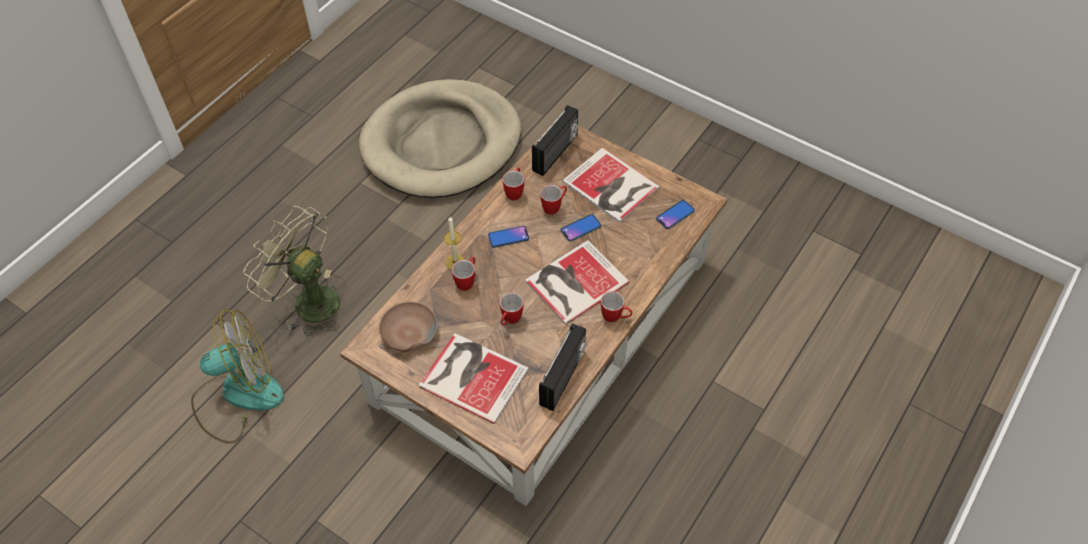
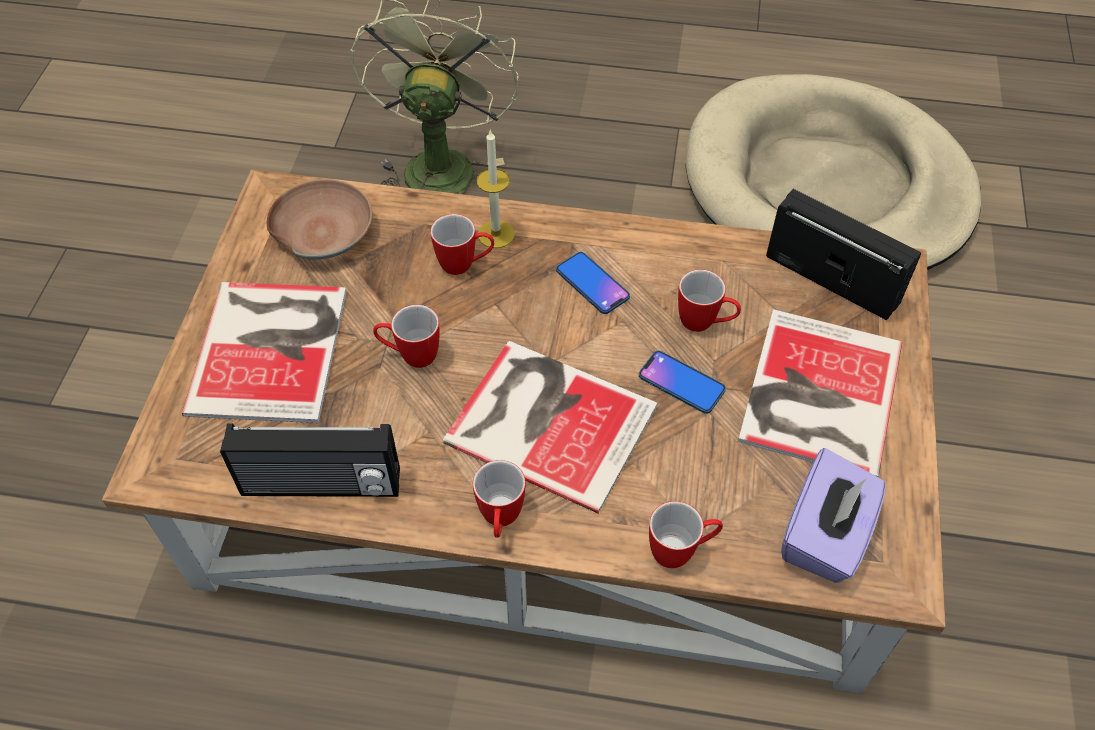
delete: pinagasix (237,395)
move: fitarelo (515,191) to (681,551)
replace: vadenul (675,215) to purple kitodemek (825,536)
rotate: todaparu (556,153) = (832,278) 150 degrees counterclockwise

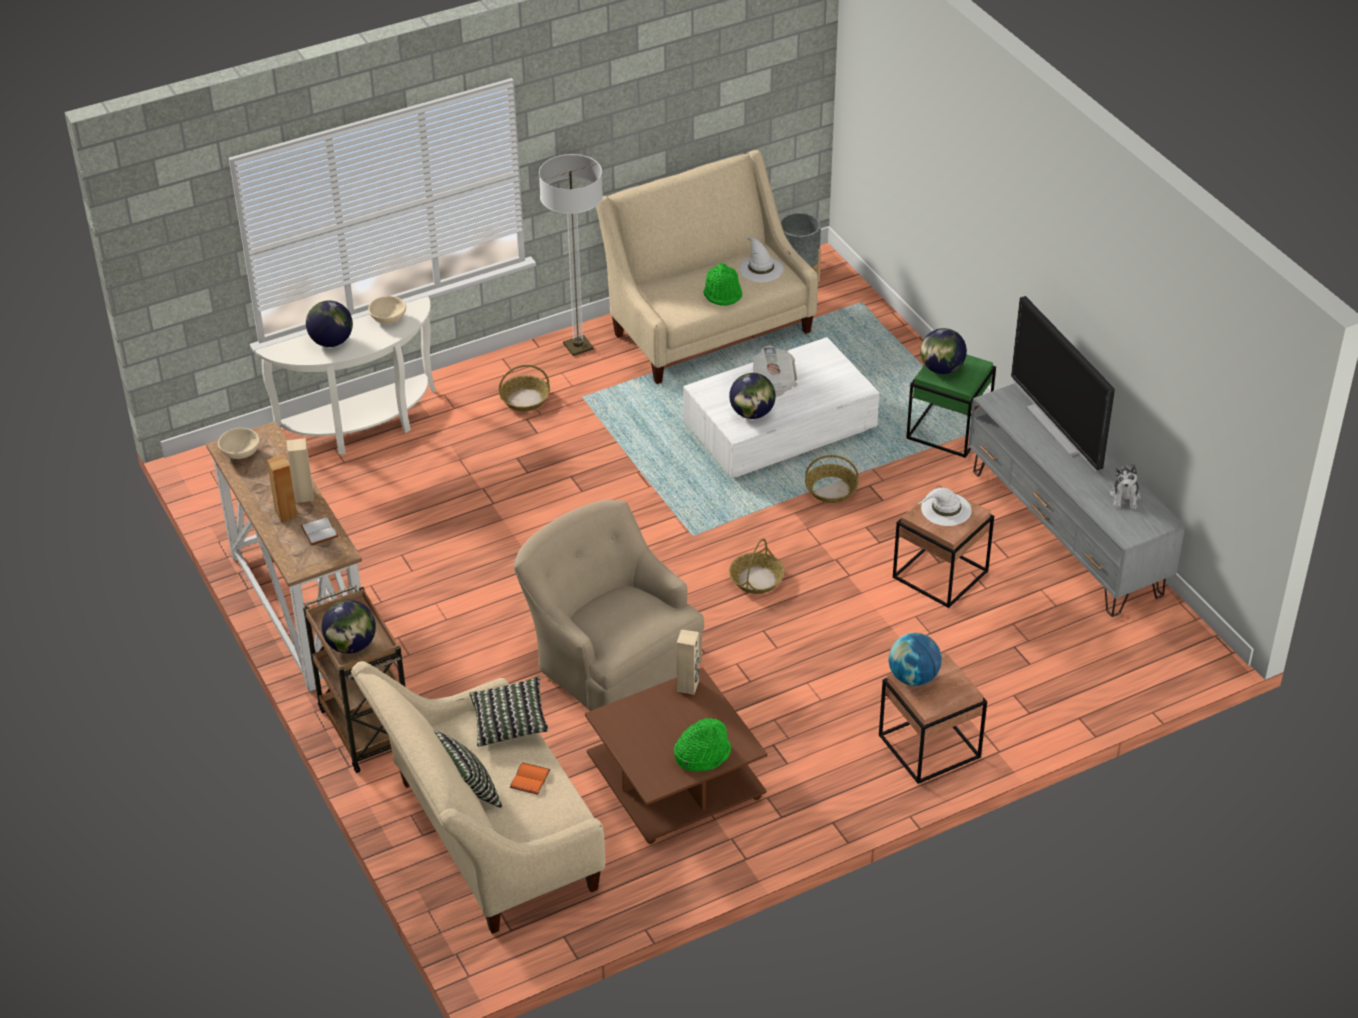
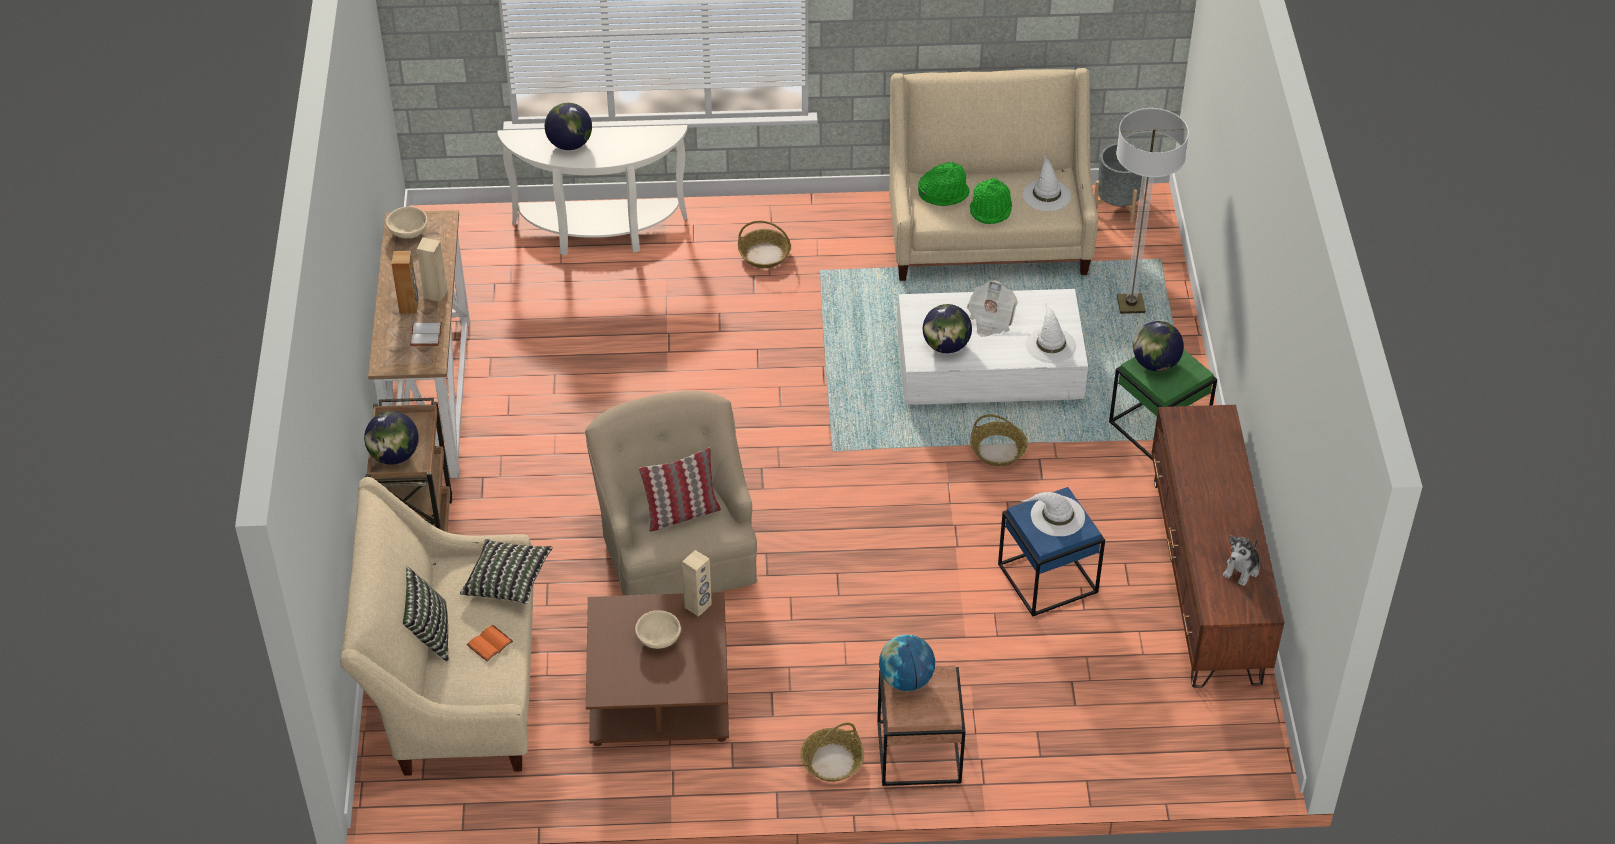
delete: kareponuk (1059,428)
insert: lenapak (681,514); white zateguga (1050,344)
move: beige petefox (389,318) to (659,638); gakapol (578,346) to (1130,305); green zateguga (702,754) to (943,193); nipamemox (756,579) to (832,761)
recolor: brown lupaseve (940,575) to blue lupaseve (1047,579); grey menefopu (1066,532) to brown menefopu (1206,580)

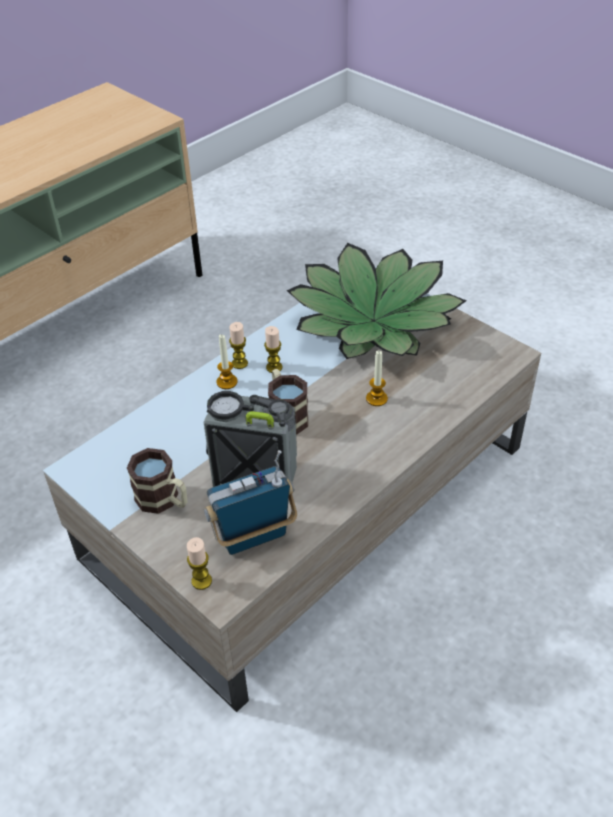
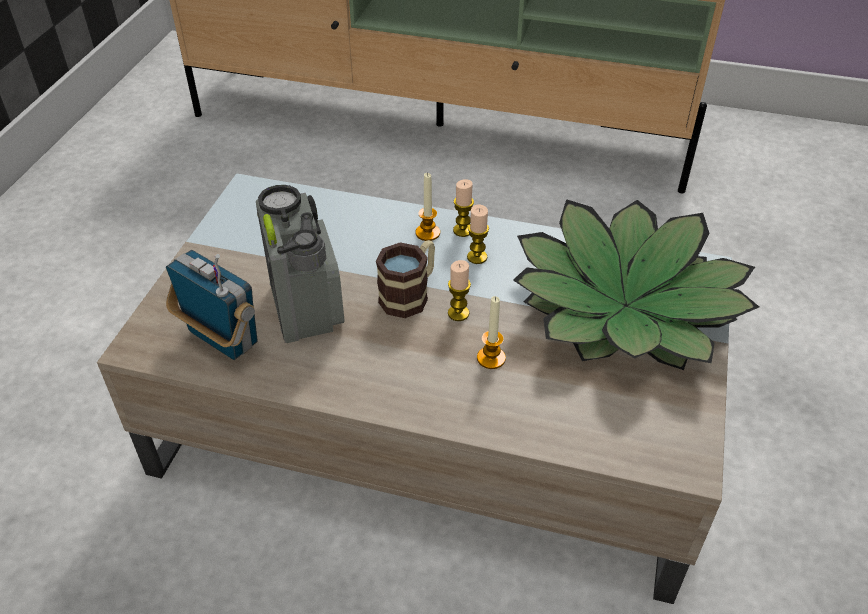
delete: fitarelo (164,500)
move: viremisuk (201,581) to (458,313)

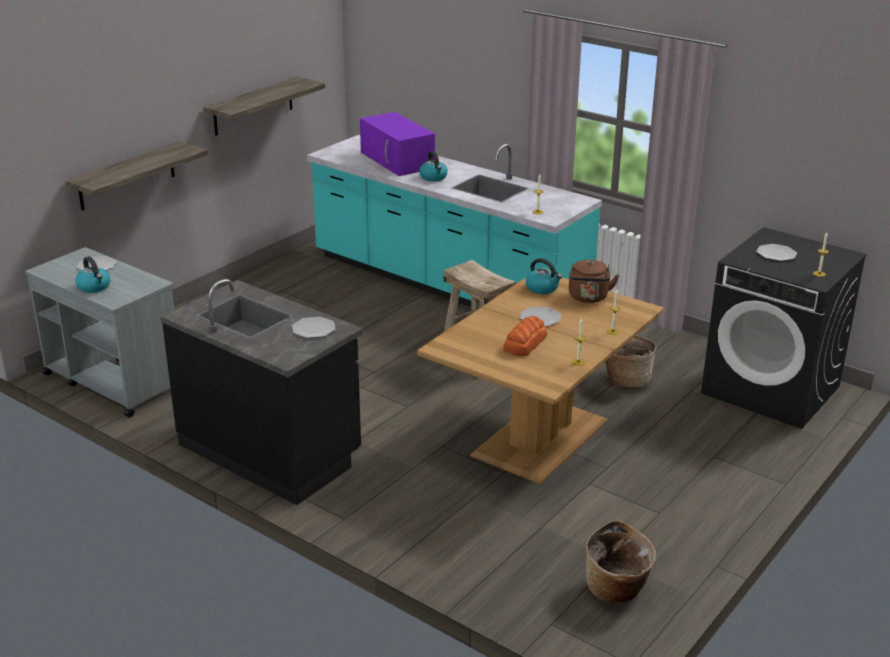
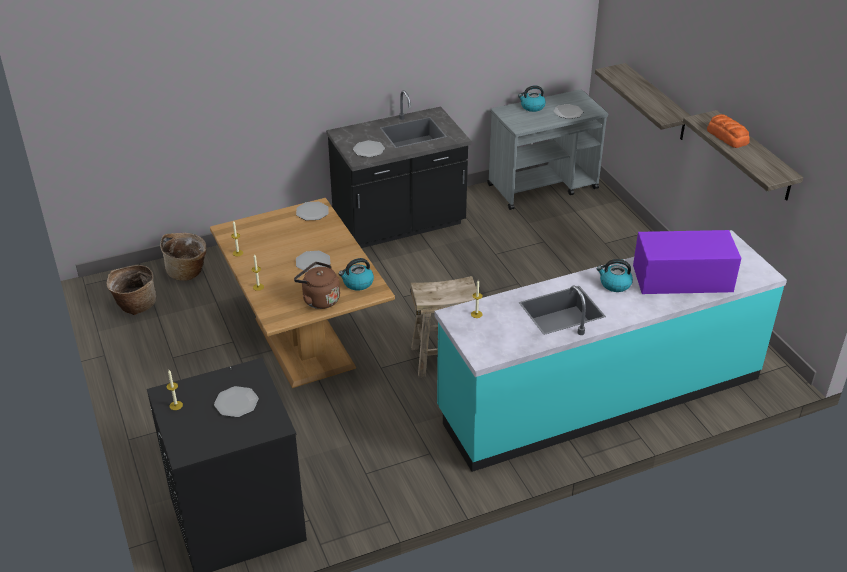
insert: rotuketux (312,212)
move: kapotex (524,343) to (727,136); nipamemox (626,379) to (188,271)

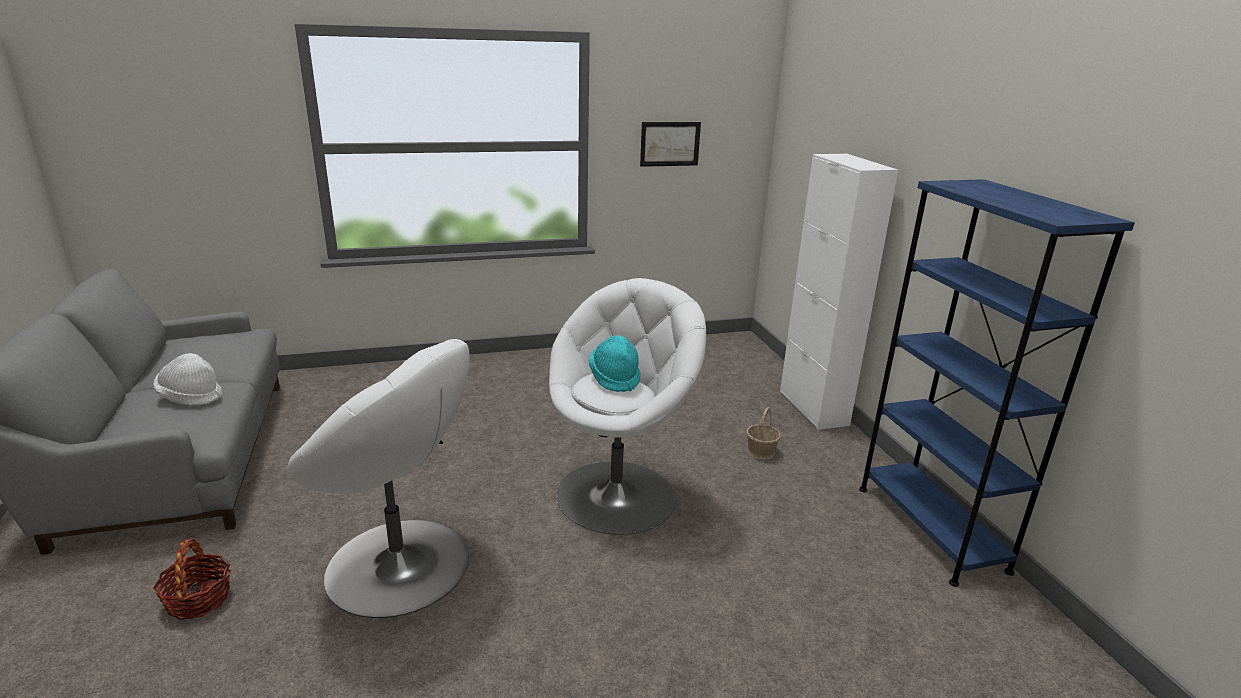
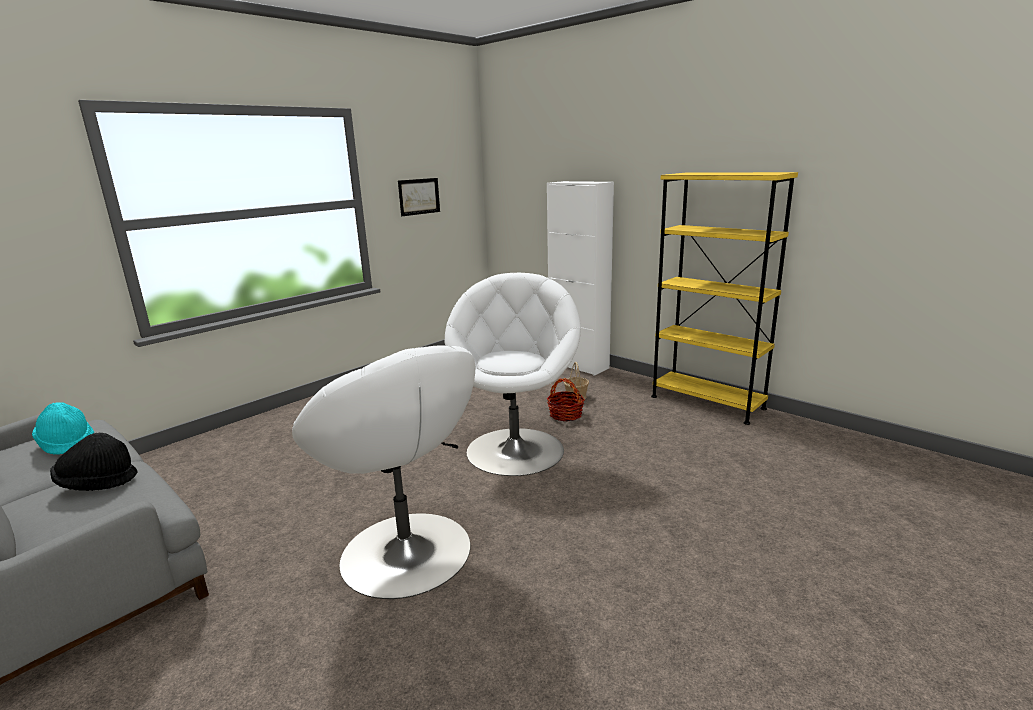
move: nipamemox (198,599) to (565,414); turquoise zateguga (615,378) to (67,443)
recolor: white zateguga (191,396) to black zateguga (98,483); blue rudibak (930,528) to yellow rudibak (707,402)
rotate: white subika (400,566) = (406,554) 60 degrees clockwise

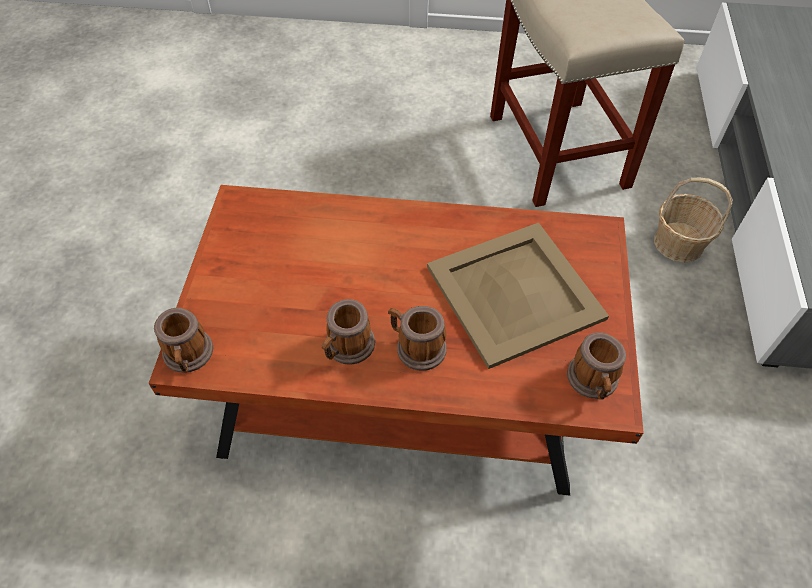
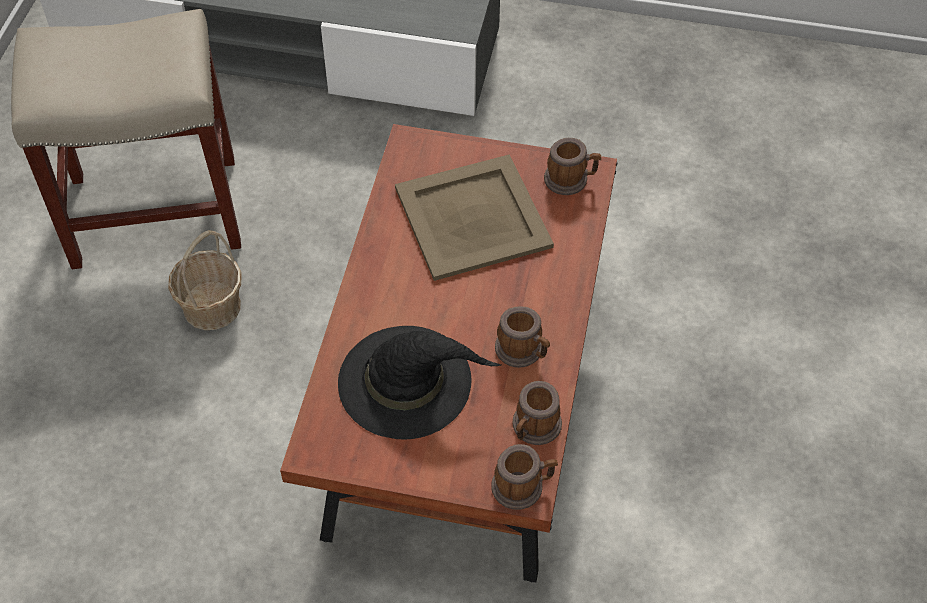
insert: black zateguga (407,381)
move: fitarelo (416,347) to (533,428); nipamemox (678,243) to (211,306)

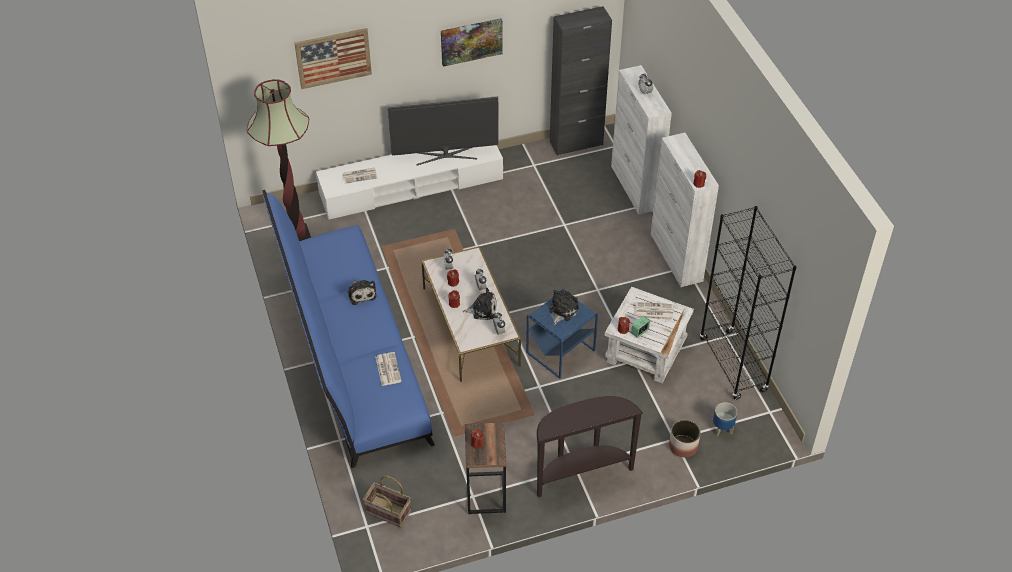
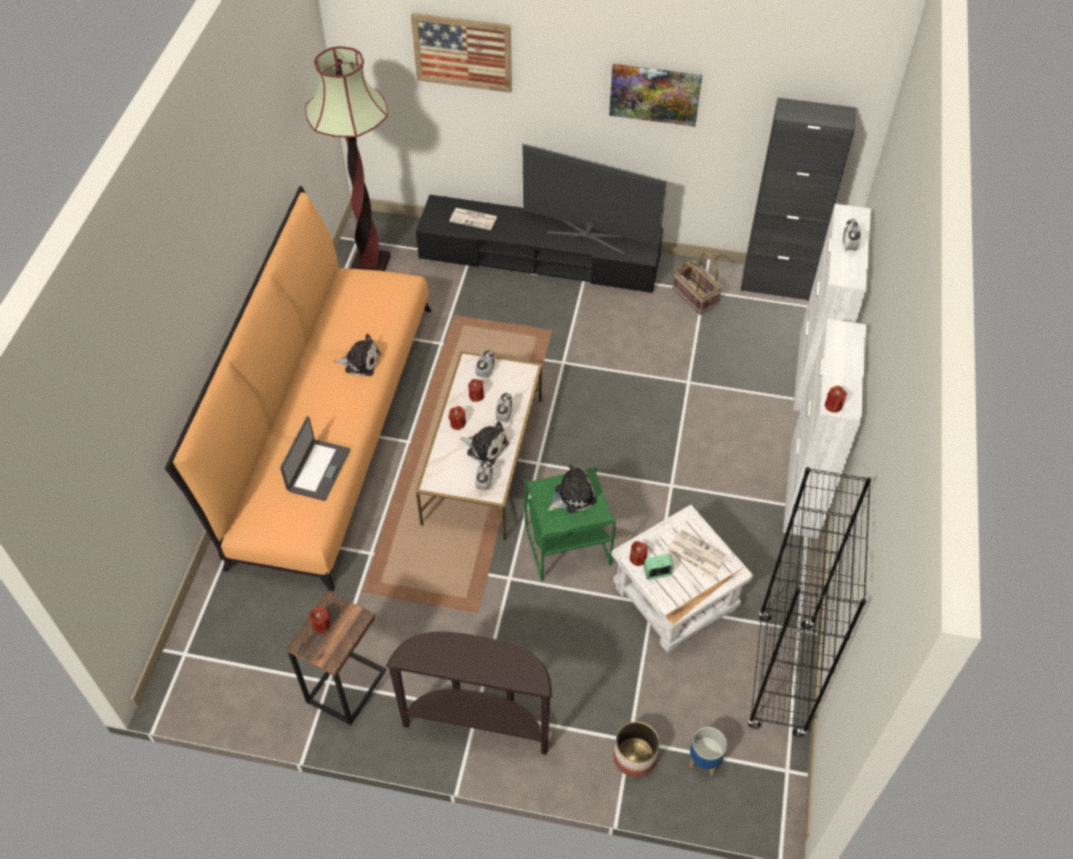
move: nipamemox (387,512) to (694,297)
replace: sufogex (387,369) to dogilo (318,470)
recolor: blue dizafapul (350,352) to orange dizafapul (326,428); white menefopu (412,186) to black menefopu (540,258); blue lupaseve (559,352) to green lupaseve (566,545)
rotate: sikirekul (361,294) = (360,362) 90 degrees counterclockwise

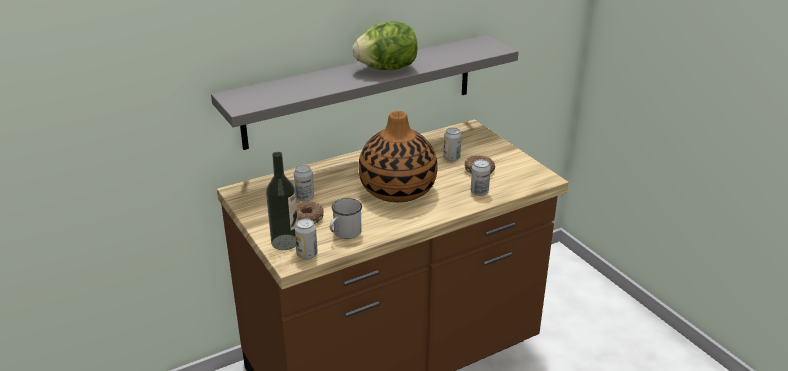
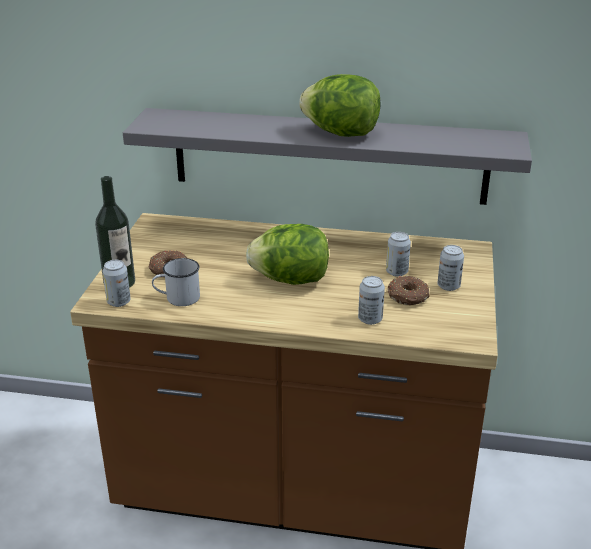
move: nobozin (304,198) to (448,286)
replace: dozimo (398,190) to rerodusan (291,280)

